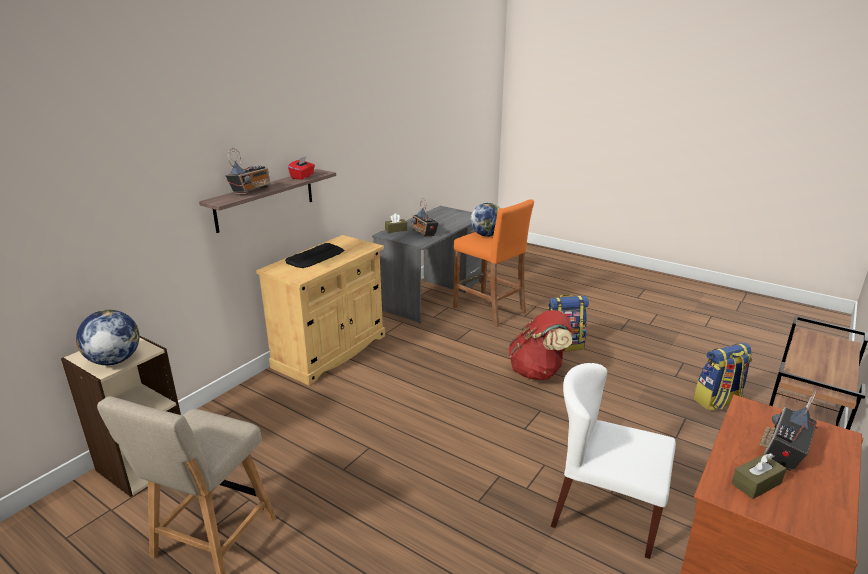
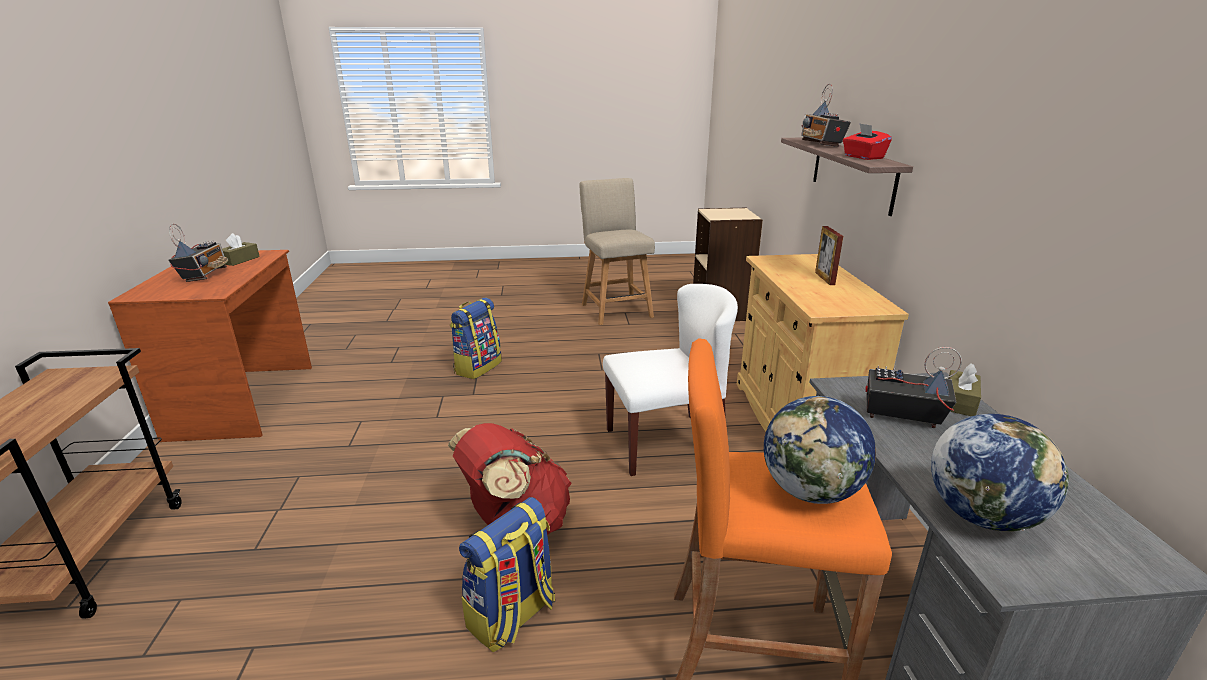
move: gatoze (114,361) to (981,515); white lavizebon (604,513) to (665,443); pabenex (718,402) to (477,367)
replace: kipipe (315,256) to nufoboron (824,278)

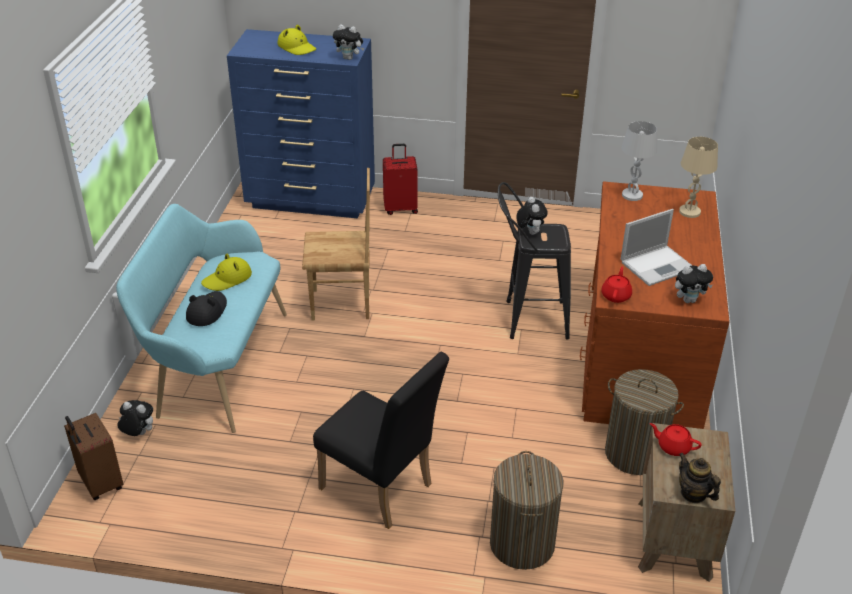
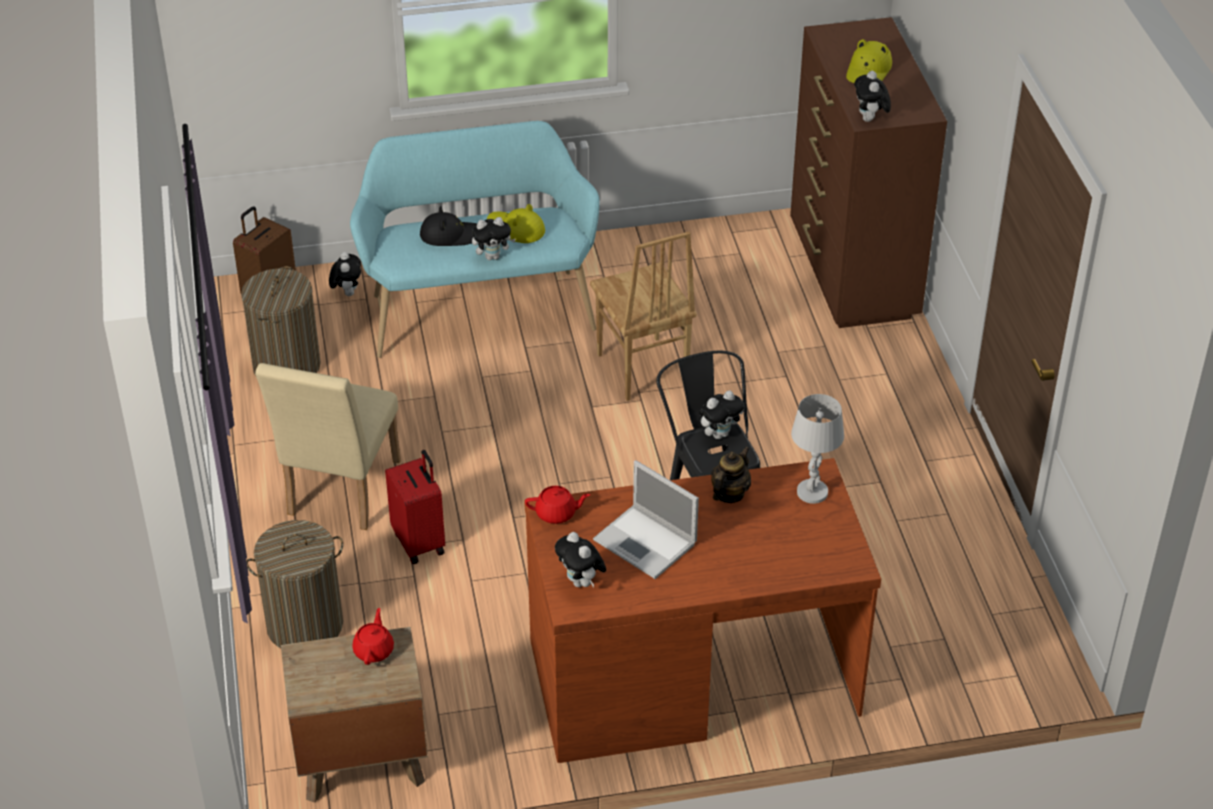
delete: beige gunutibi (689,212)
insert: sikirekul (493,256)
move: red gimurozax (400,208) to (420,542); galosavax (634,454) to (286,366); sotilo (693,494) to (729,494)
recolor: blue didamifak (311,200) to brown didamifak (852,274); black lavizebon (381,491) to beige lavizebon (339,494)

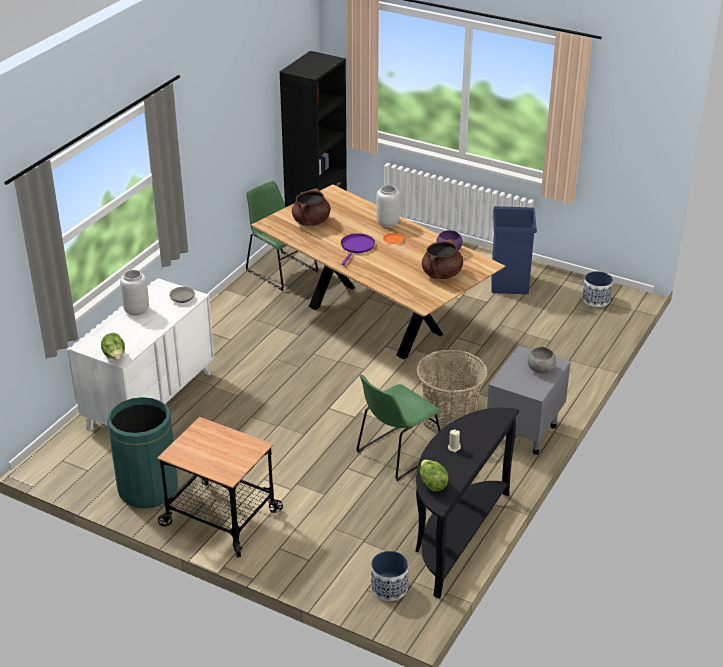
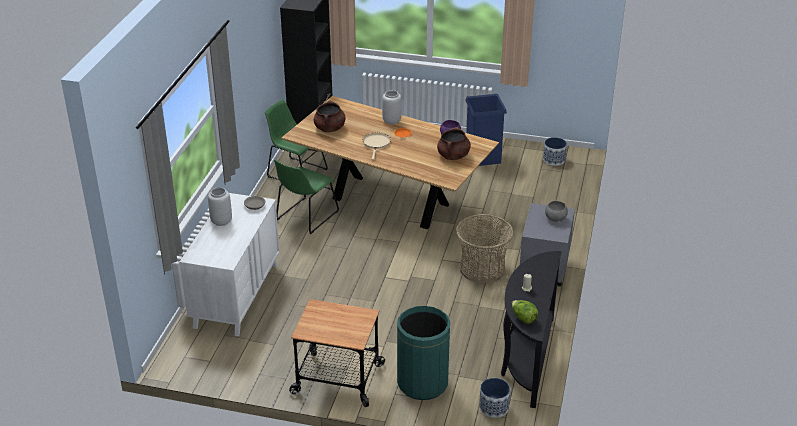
delete: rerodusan (115,357)
move: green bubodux (148,489) to (422,383); green lavizebon (397,453) to (305,217)
recolor: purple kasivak (357,247) to beige kasivak (376,144)

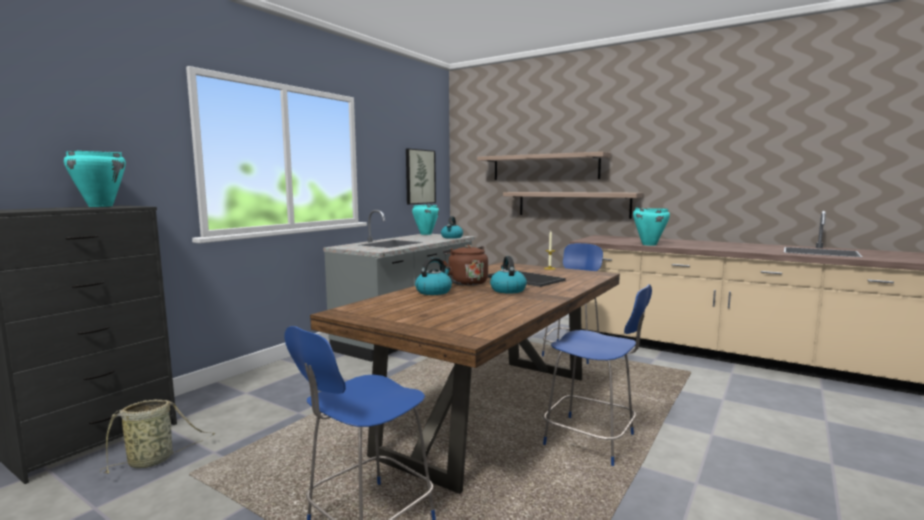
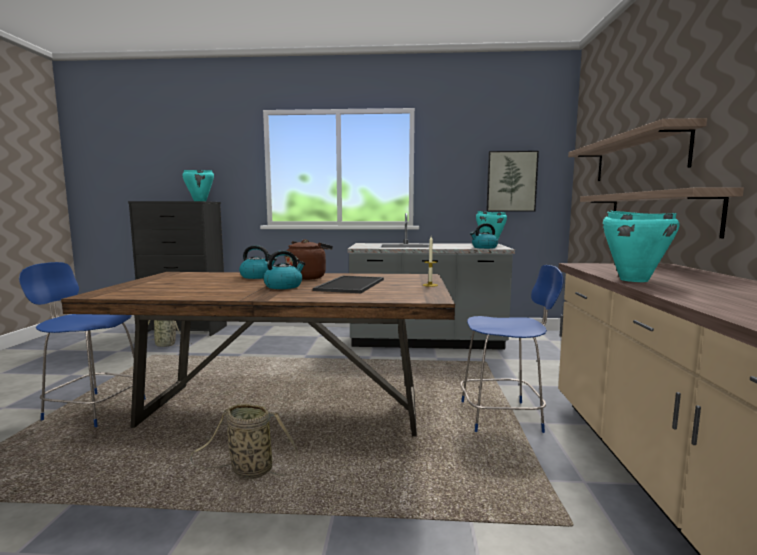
replace: blue lavizebon (592,441) to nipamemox (248,471)

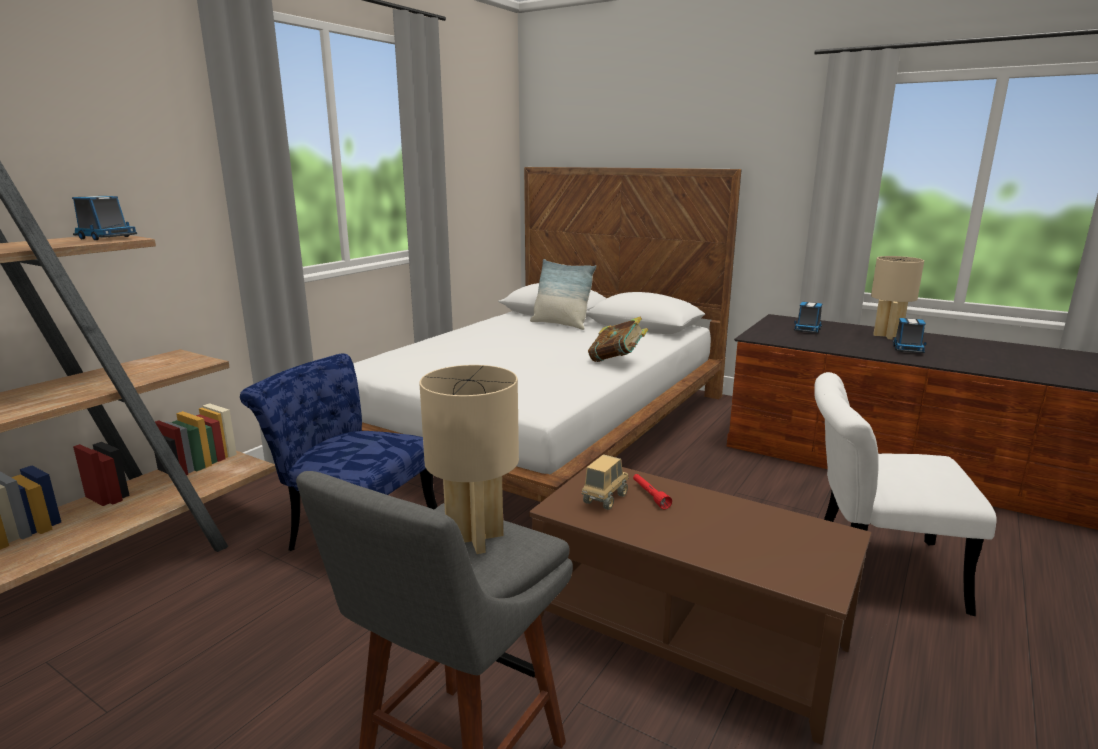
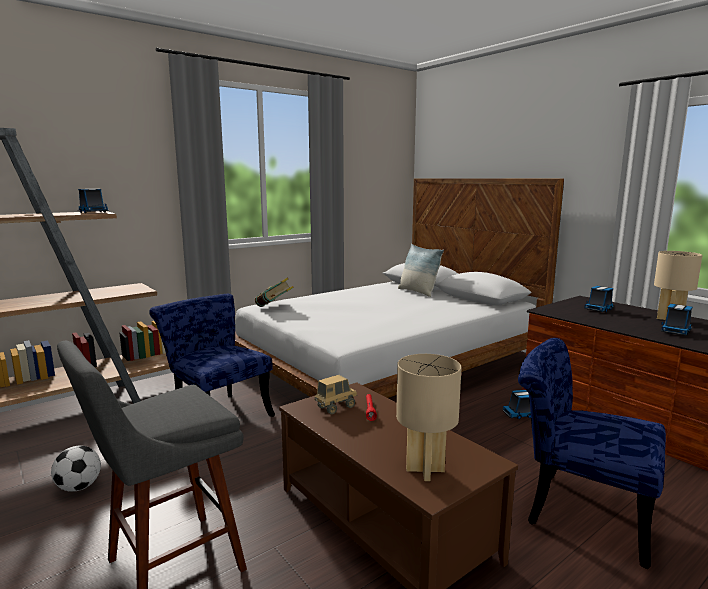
insert: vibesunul (79,487); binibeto (519,414)
move: beige gunutibi (476,538) to (426,470); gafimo (617,361) to (274,307)
recolor: white lavizebon (871,568) to blue lavizebon (578,510)

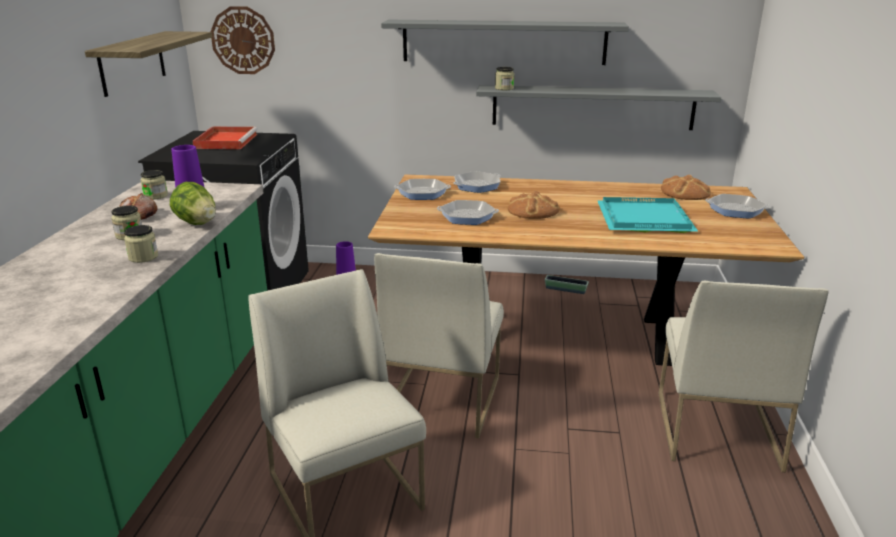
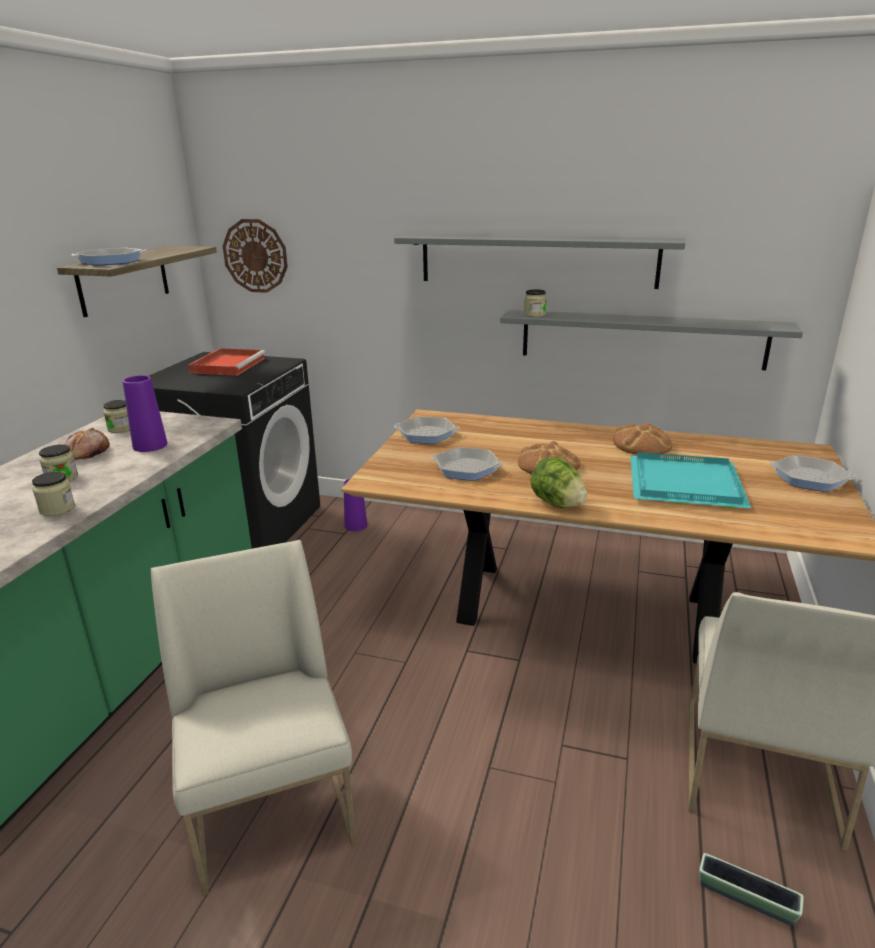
delete: white lavizebon (441,398)
move: rerodusan (197,223) to (557,504); kasivak (477,186) to (111,261); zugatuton (565,290) to (746,898); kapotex (684,192) to (641,444)

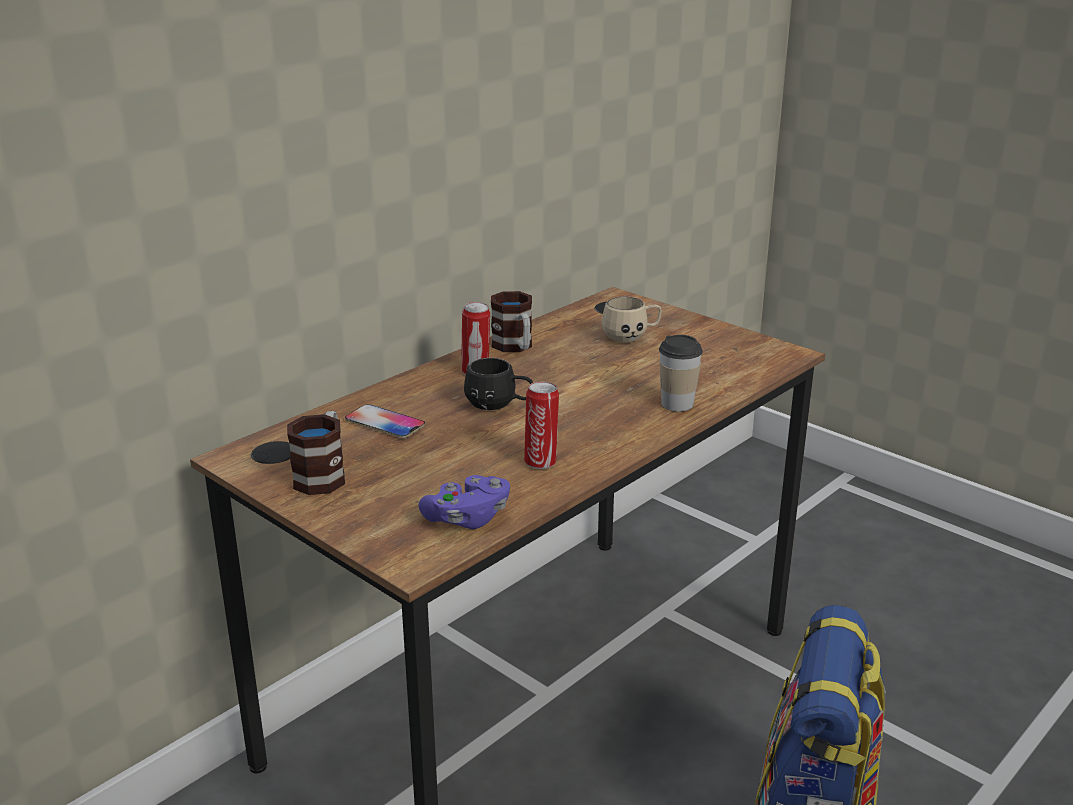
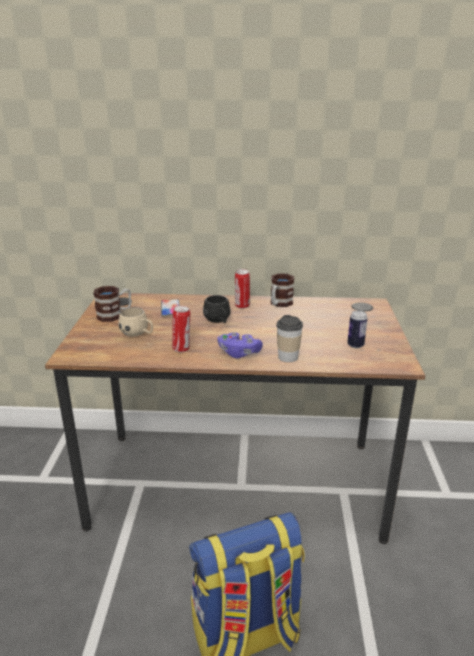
insert: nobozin (355,345)
move: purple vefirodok (467,518) to (239,353); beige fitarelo (631,337) to (138,335)

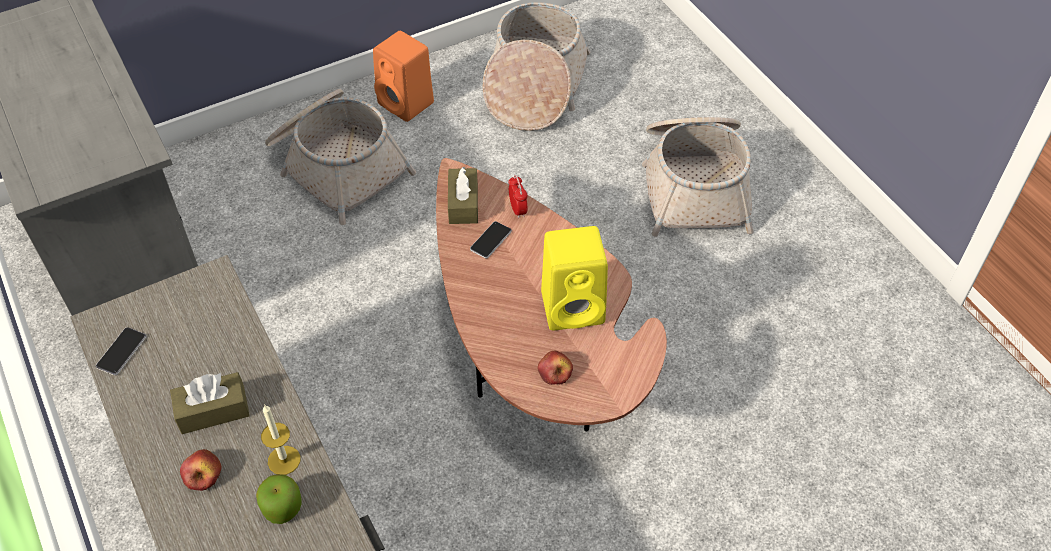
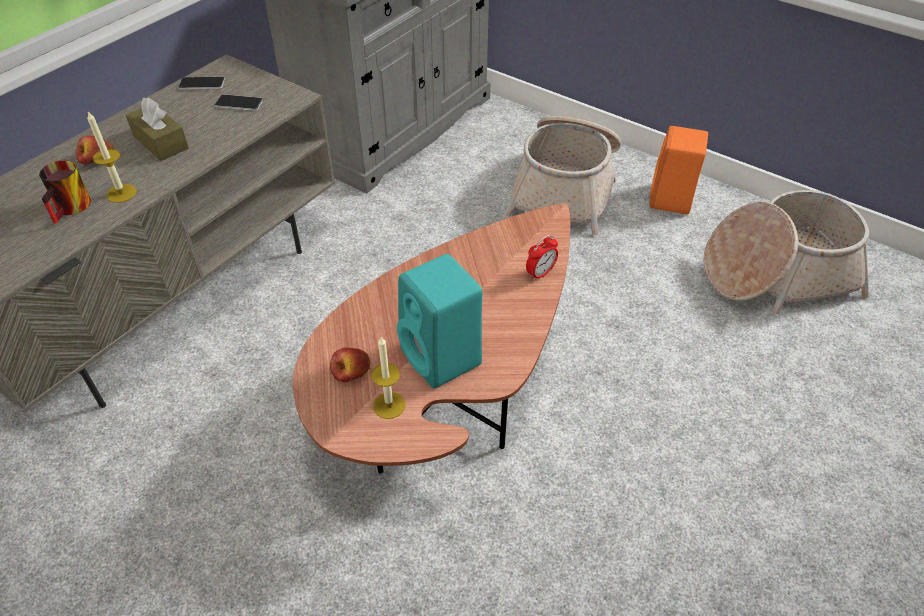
delete: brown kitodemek (463,203); nipamemox (694,185)
insert: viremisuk (389,405)
move: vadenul (491,240) to (239,104)
replace: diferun (282,507) to fitarelo (73,208)
recolor: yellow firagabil (575,307) to turquoise firagabil (443,358)

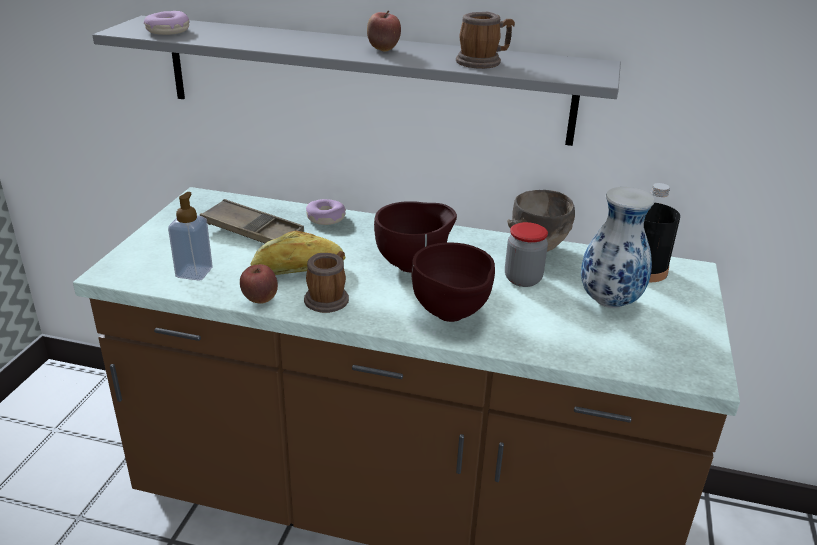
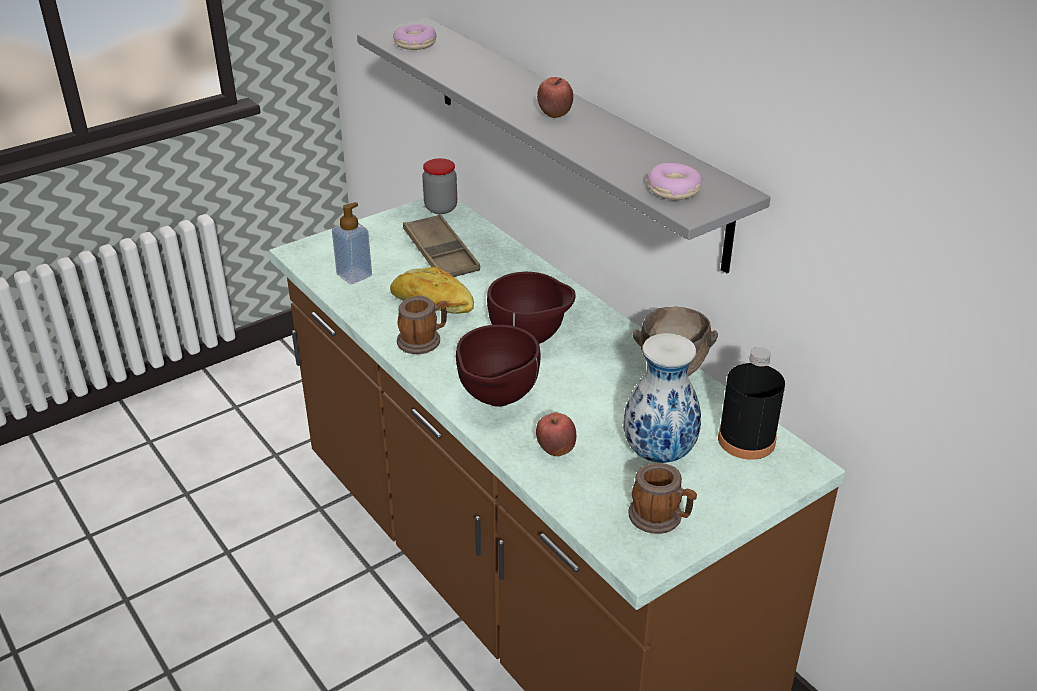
move: diferun (260,300) to (555,450); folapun (326,218) to (674,190); fitarelo (483,62) to (661,517); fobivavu (523,279) to (441,208)

